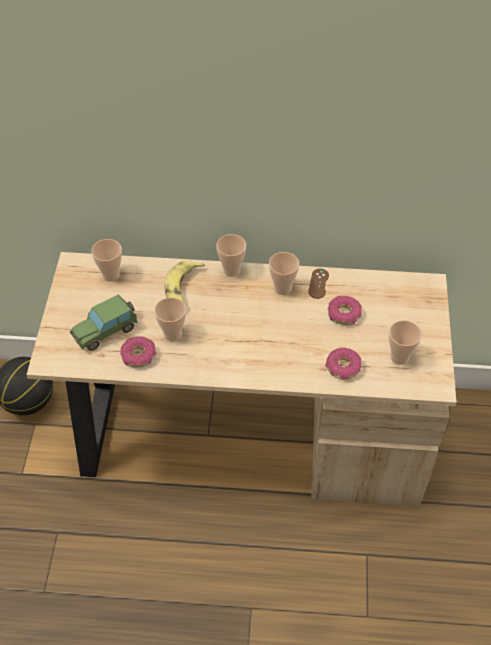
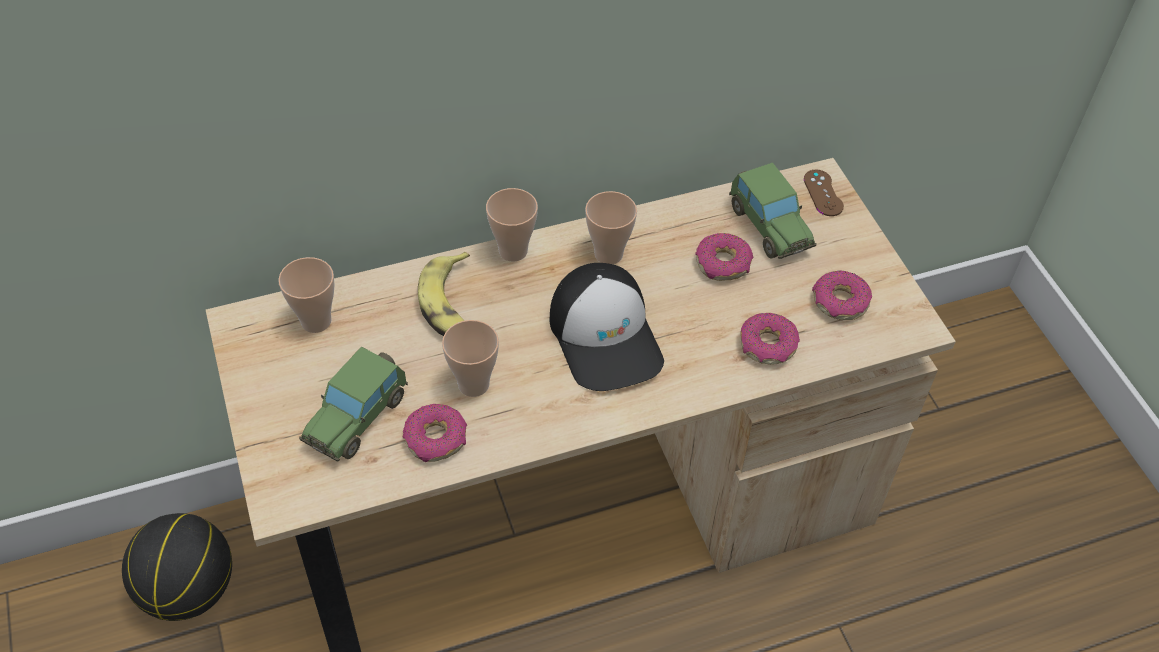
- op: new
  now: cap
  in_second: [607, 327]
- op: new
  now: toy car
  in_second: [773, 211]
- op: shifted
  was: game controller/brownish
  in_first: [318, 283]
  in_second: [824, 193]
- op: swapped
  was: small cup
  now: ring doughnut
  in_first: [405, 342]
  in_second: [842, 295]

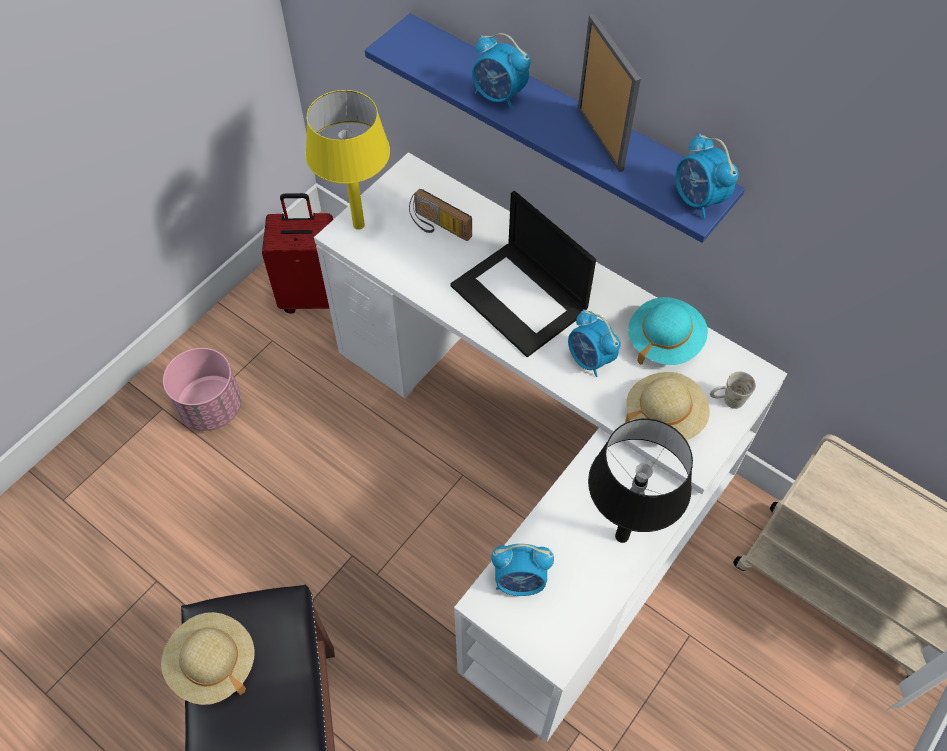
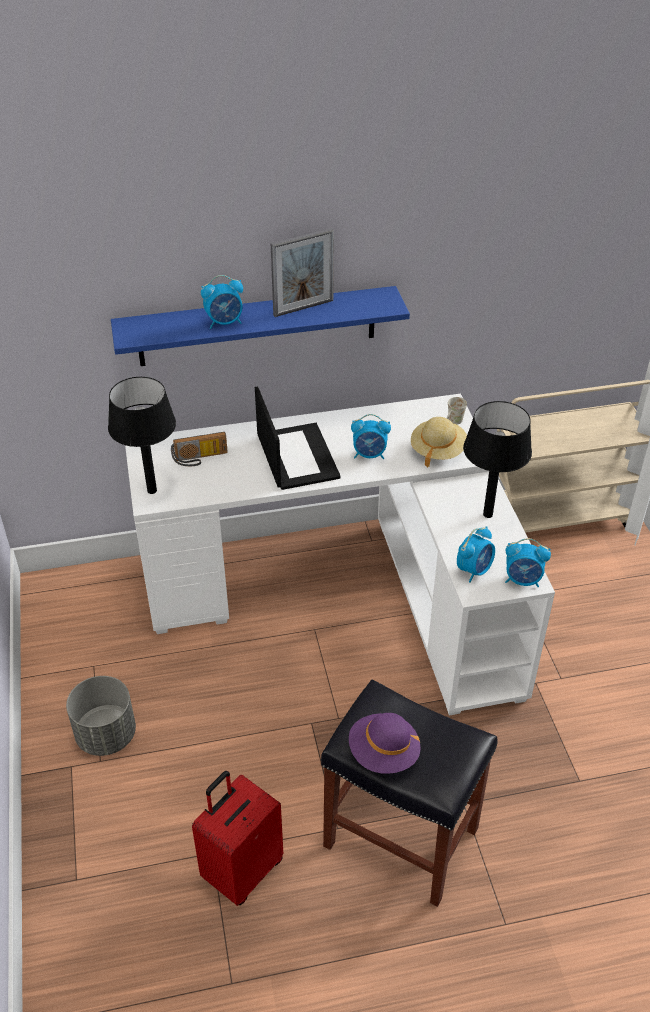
- op: gone
  was: wearable hat/turquoise
  in_first: [668, 331]
- op: shifted
  was: travel case/reddish
  in_first: [297, 253]
  in_second: [237, 838]
- op: shifted
  was: alarm clock
  in_first: [707, 176]
  in_second: [528, 562]
- op: repainted
  was: wearable hat/beige-coloured
  now: wearable hat/purple
  in_first: [208, 658]
  in_second: [385, 743]
- op: repainted
  was: planter/pink
  now: planter/gray
  in_first: [202, 389]
  in_second: [101, 716]
- op: repainted
  was: tabletop lamp/yellow-coloured
  now: tabletop lamp/black
  in_first: [347, 160]
  in_second: [142, 435]
- op: rotated
  was: notebook computer
  in_first: [523, 274]
  in_second: [298, 438]
  clockwise: -105
- op: rotated
  was: picture frame
  in_first: [609, 93]
  in_second: [302, 272]
  clockwise: 135

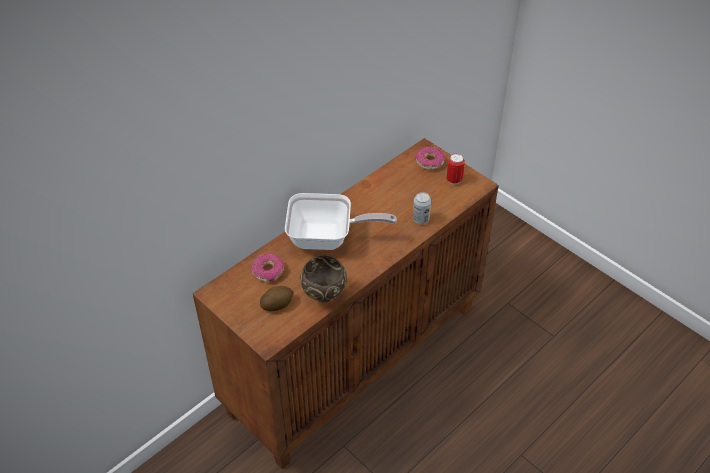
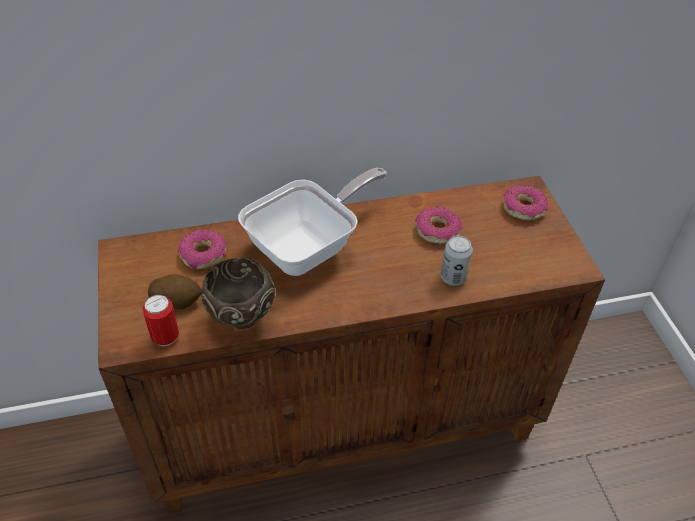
- op: new
  now: ring doughnut
  in_second: [439, 225]
- op: shifted
  was: metal can
  in_first: [456, 169]
  in_second: [160, 320]
- op: rotated
  was: frying pan
  in_first: [341, 221]
  in_second: [312, 222]
  clockwise: -75

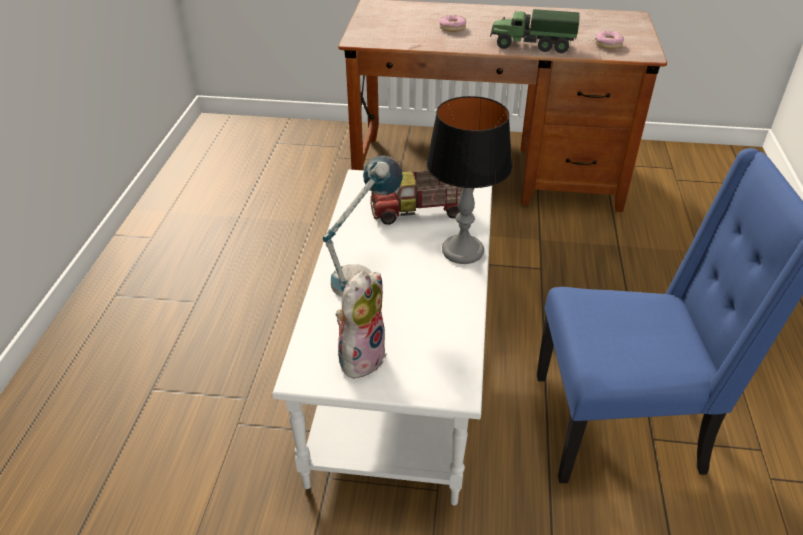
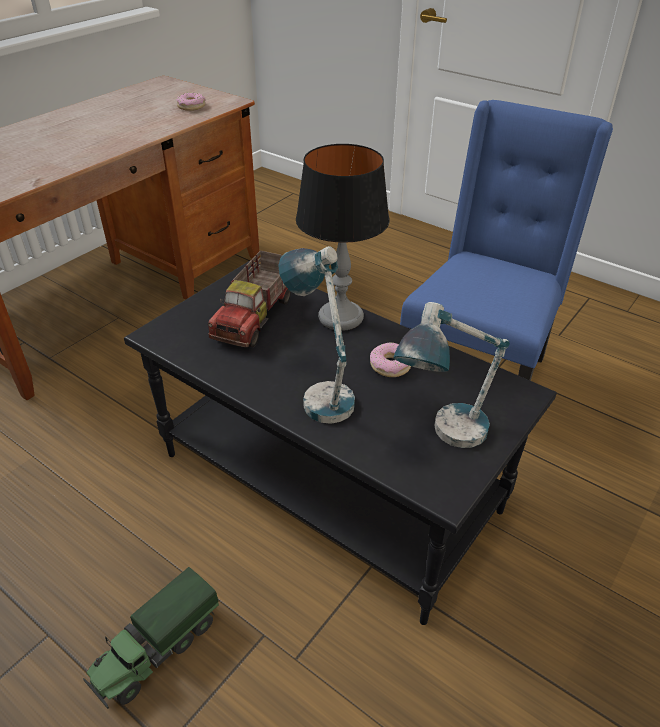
- op: shifted
  was: ring doughnut
  in_first: [453, 23]
  in_second: [390, 359]
- op: shifted
  was: toy lorry
  in_first: [535, 31]
  in_second: [151, 638]
- op: swapped
  was: plush toy
  now: tabletop lamp
  in_first: [361, 325]
  in_second: [452, 375]
- op: repainted
  was: lounge table/whitish
  now: lounge table/black
  in_first: [382, 338]
  in_second: [340, 442]

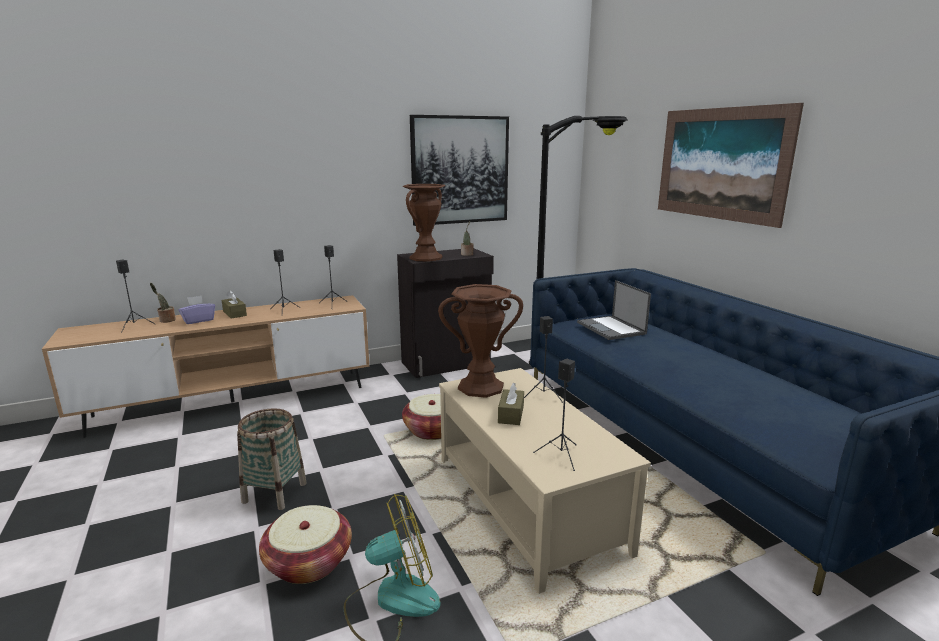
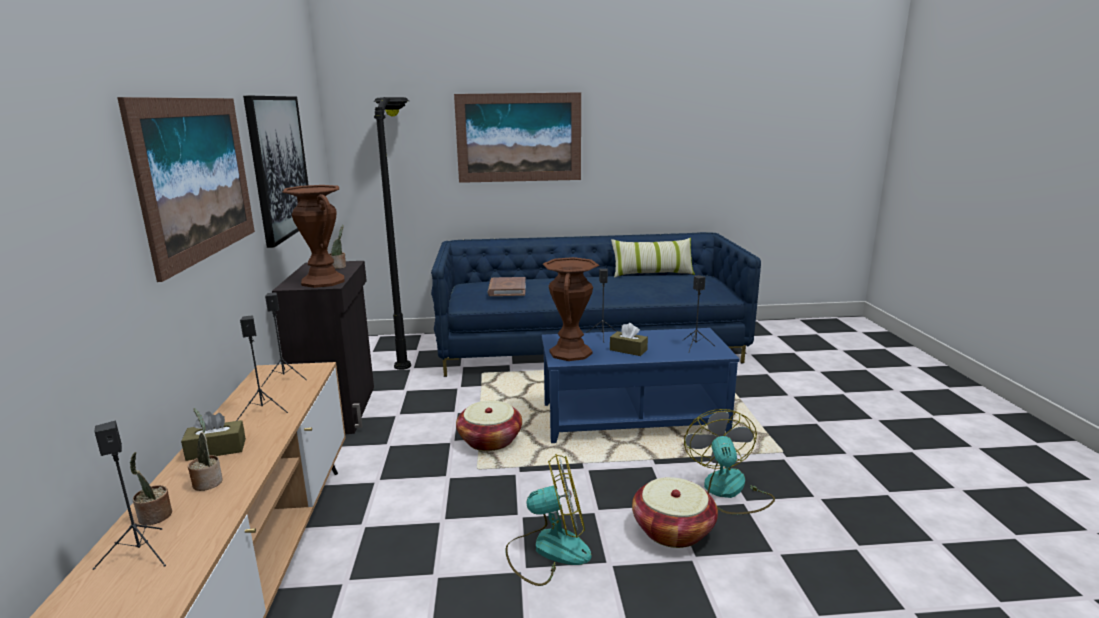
- op: new
  now: picture
  in_second: [186, 189]
- op: new
  now: throw pillow
  in_second: [653, 258]
- op: swapped
  was: box of tissues/purple
  now: houseplant
  in_first: [196, 310]
  in_second: [205, 449]
- op: swapped
  was: basket
  now: electric fan
  in_first: [272, 459]
  in_second: [548, 520]
- op: swapped
  was: notebook computer
  now: volume/brownish
  in_first: [614, 310]
  in_second: [506, 286]
- op: repainted
  was: lounge table/beige-coloured
  now: lounge table/blue
  in_first: [545, 481]
  in_second: [640, 385]

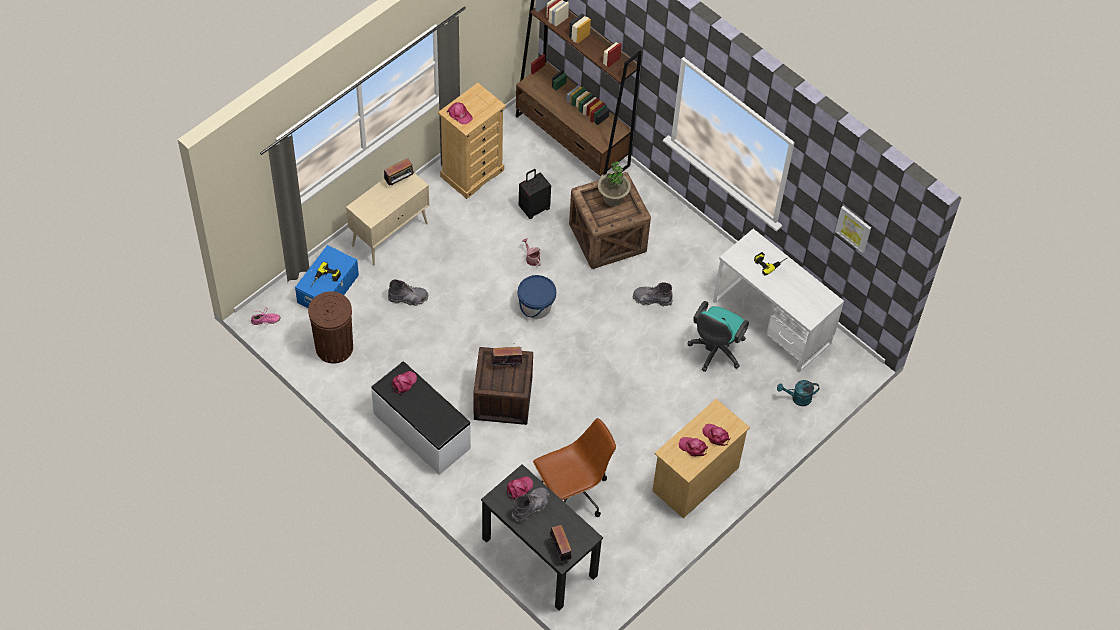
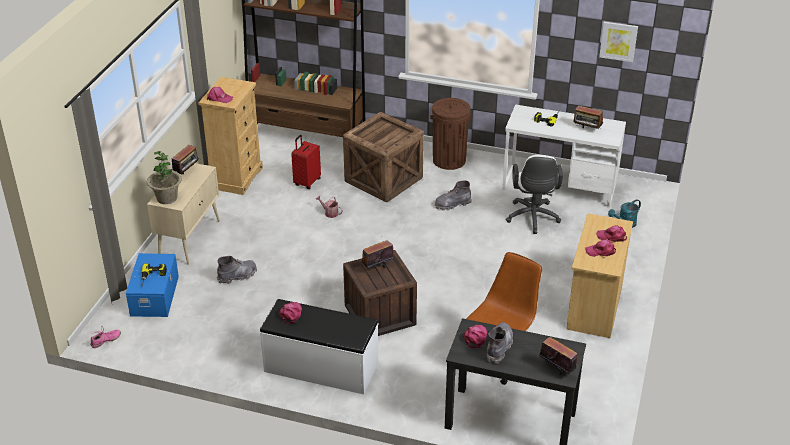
- op: gone
  was: water bucket/blue
  in_first: [537, 297]
- op: new
  now: radio receiver
  in_second: [588, 117]
- op: shifted
  was: rubbish bin/brownish
  in_first: [330, 327]
  in_second: [450, 134]
- op: shifted
  was: houseplant
  in_first: [614, 183]
  in_second: [164, 177]
- op: repainted
  was: travel case/black
  now: travel case/reddish
  in_first: [535, 194]
  in_second: [306, 162]
- op: repainted
  was: desk chair/turquoise
  now: desk chair/whitish
  in_first: [718, 336]
  in_second: [534, 194]

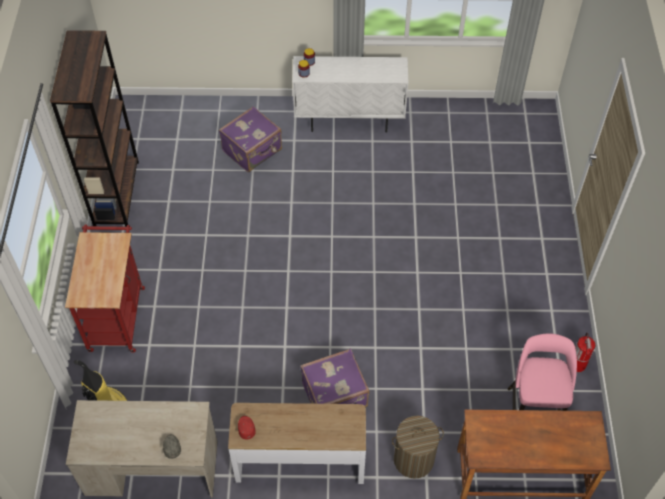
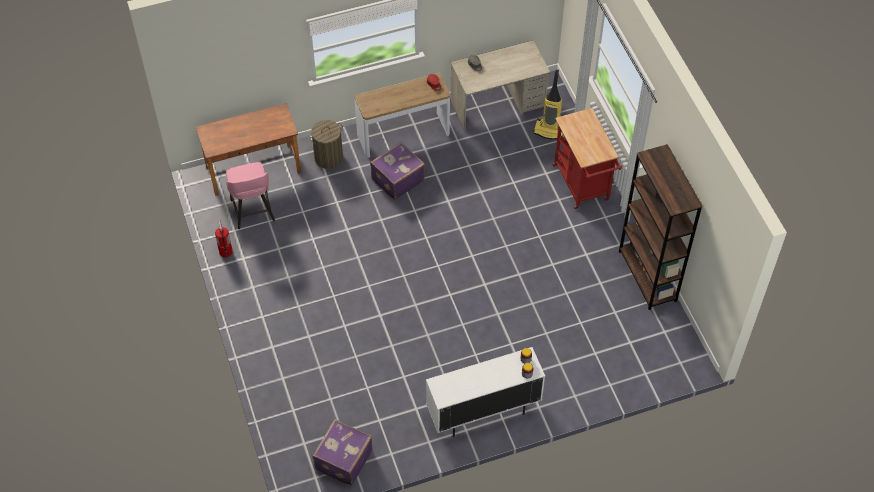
- op: shifted
  was: travel case/purple
  in_first: [250, 139]
  in_second: [342, 452]

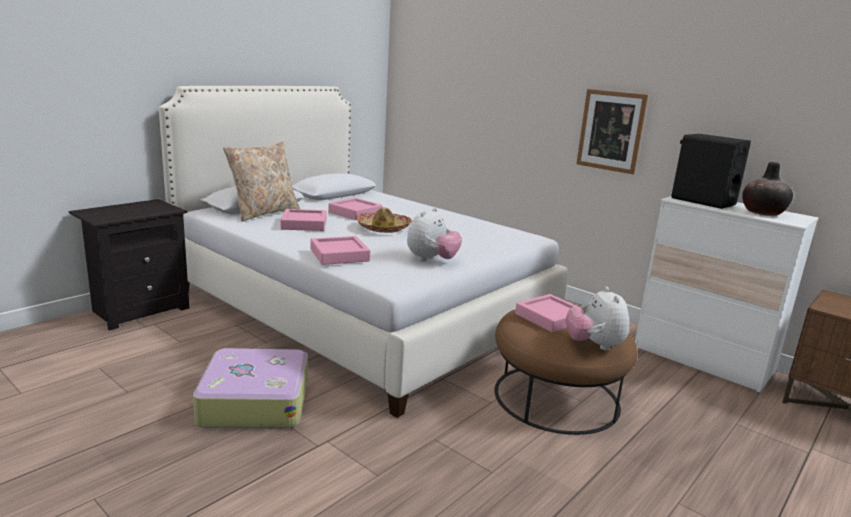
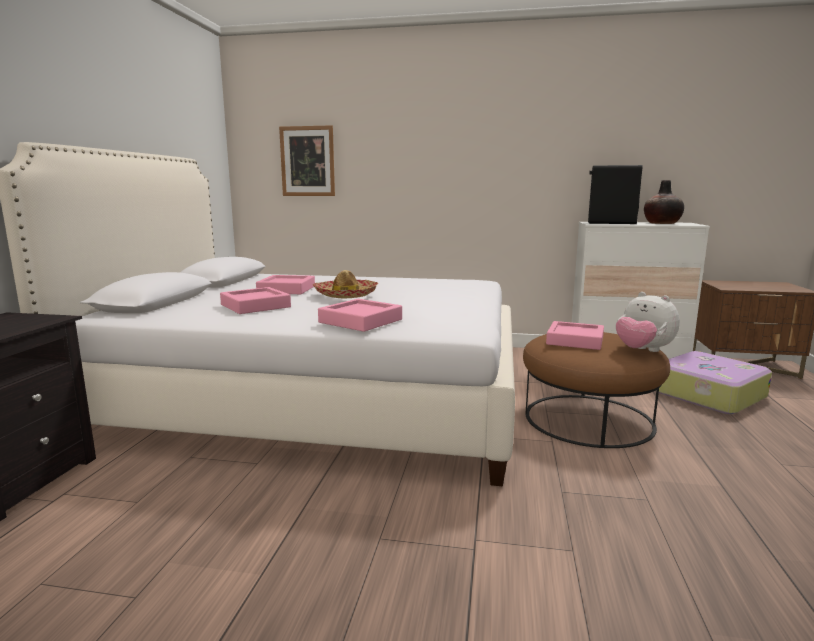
- op: gone
  was: throw pillow/beige-coloured
  in_first: [261, 181]
- op: gone
  was: plush toy
  in_first: [434, 234]
- op: shifted
  was: travel case
  in_first: [250, 388]
  in_second: [715, 382]
- op: shifted
  was: picture
  in_first: [612, 131]
  in_second: [307, 160]

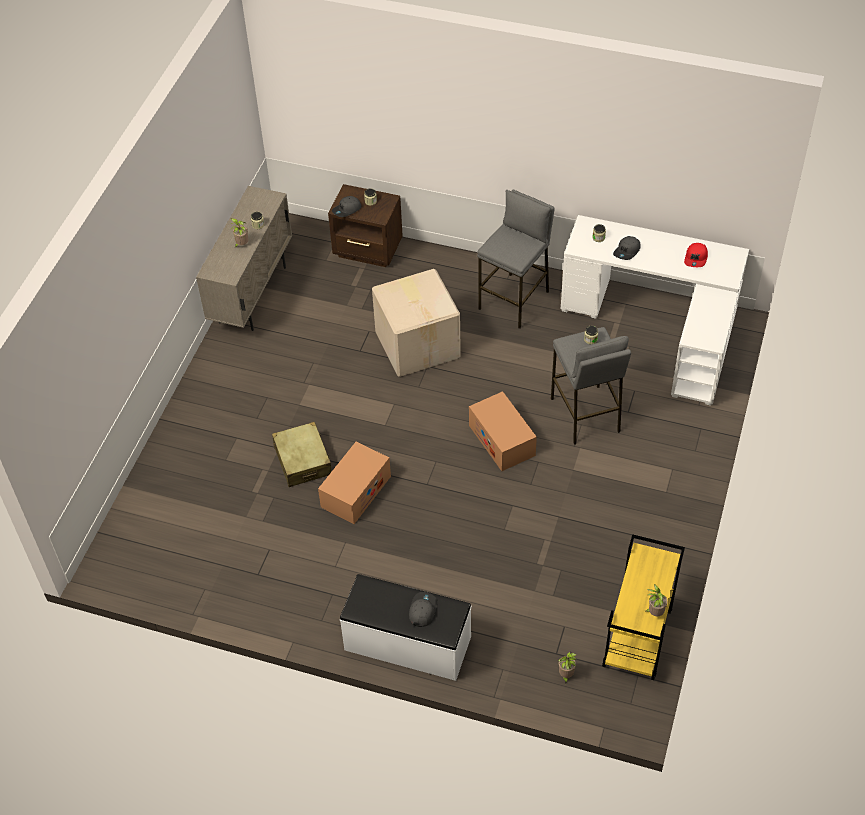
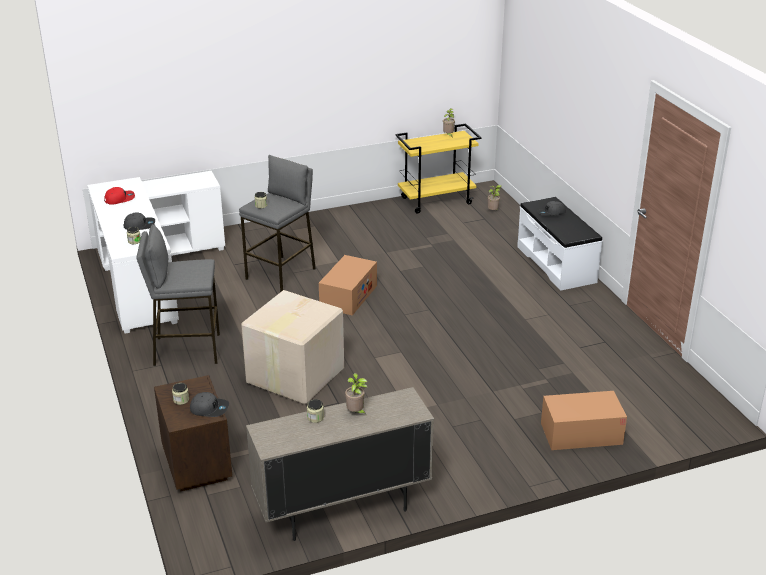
- op: gone
  was: travel case/beige-coloured
  in_first: [301, 454]
- op: shifted
  was: cardboard box
  in_first: [354, 483]
  in_second: [584, 420]

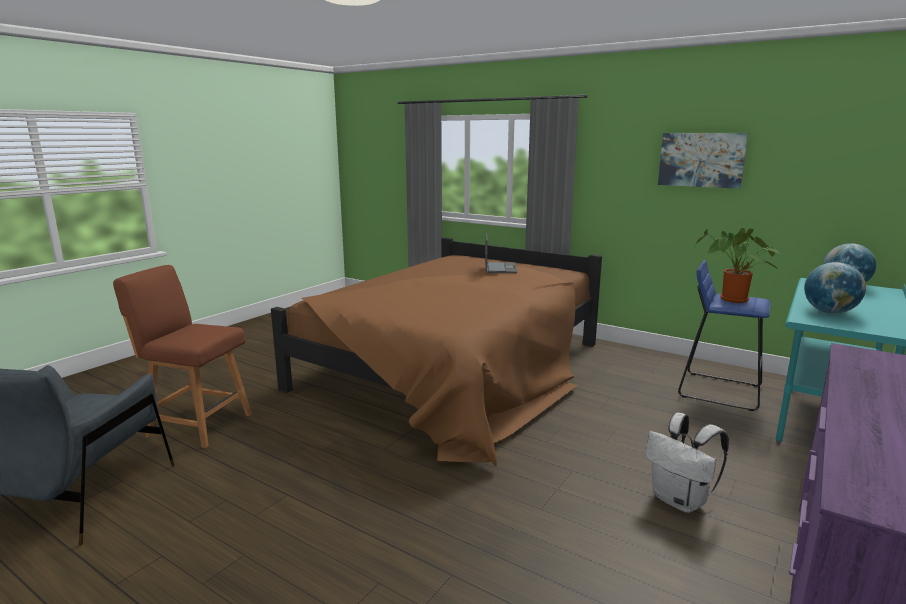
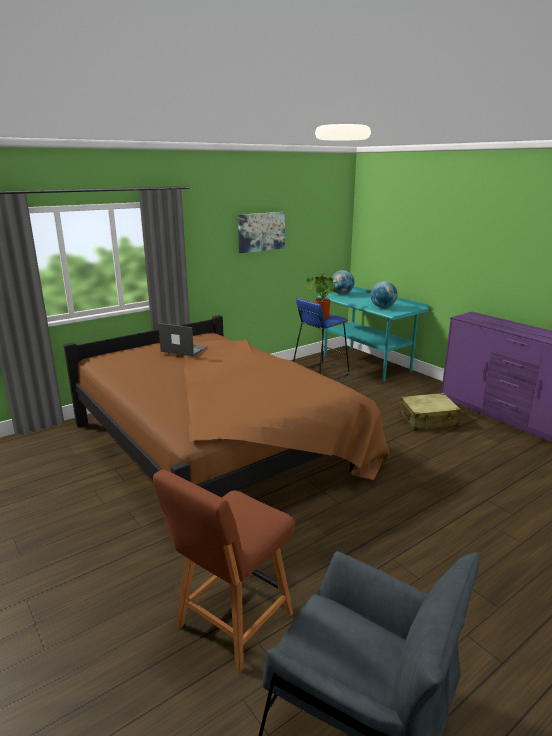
- op: swapped
  was: knapsack/whitish
  now: travel case/beige-coloured
  in_first: [687, 463]
  in_second: [430, 412]

